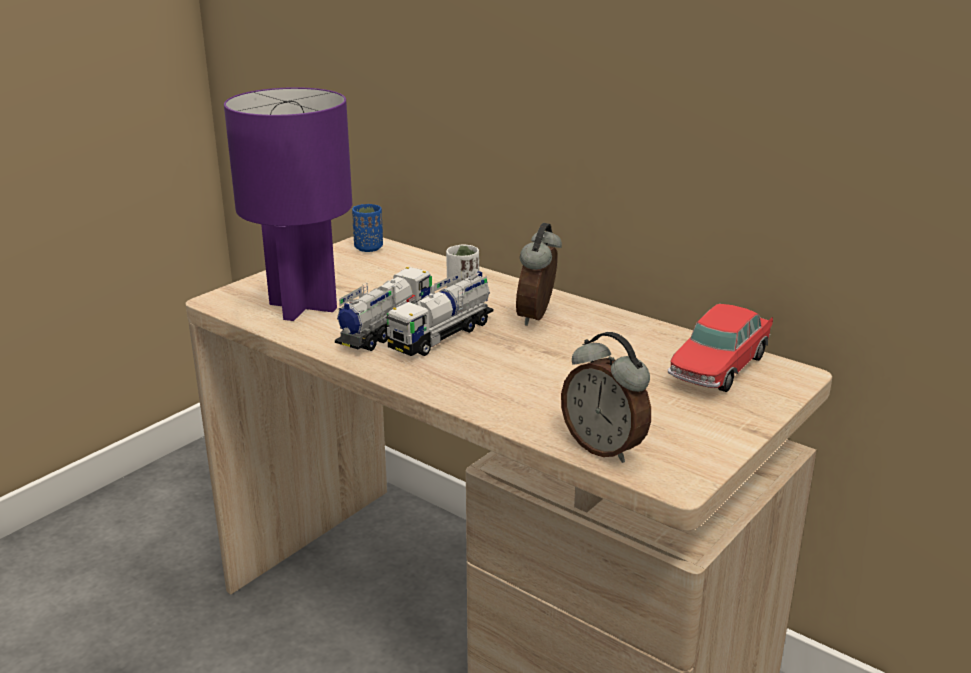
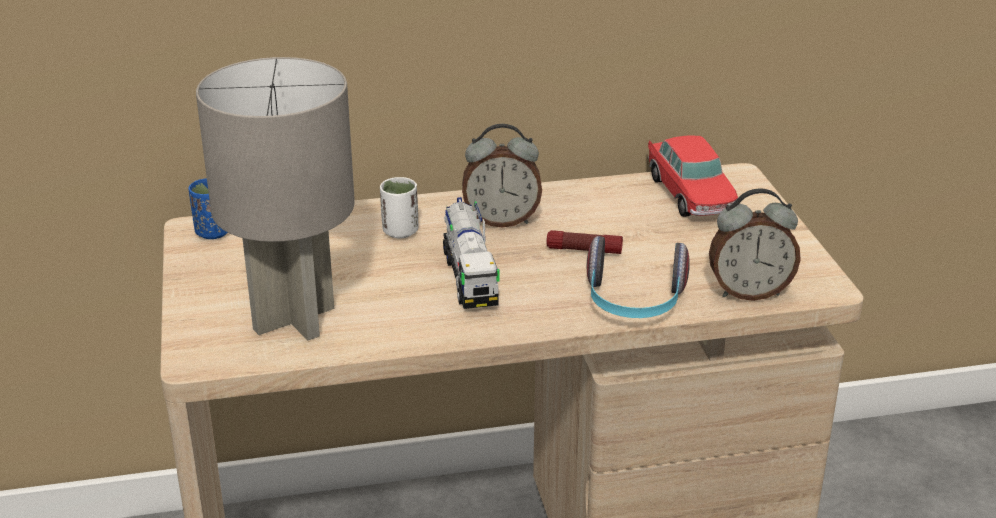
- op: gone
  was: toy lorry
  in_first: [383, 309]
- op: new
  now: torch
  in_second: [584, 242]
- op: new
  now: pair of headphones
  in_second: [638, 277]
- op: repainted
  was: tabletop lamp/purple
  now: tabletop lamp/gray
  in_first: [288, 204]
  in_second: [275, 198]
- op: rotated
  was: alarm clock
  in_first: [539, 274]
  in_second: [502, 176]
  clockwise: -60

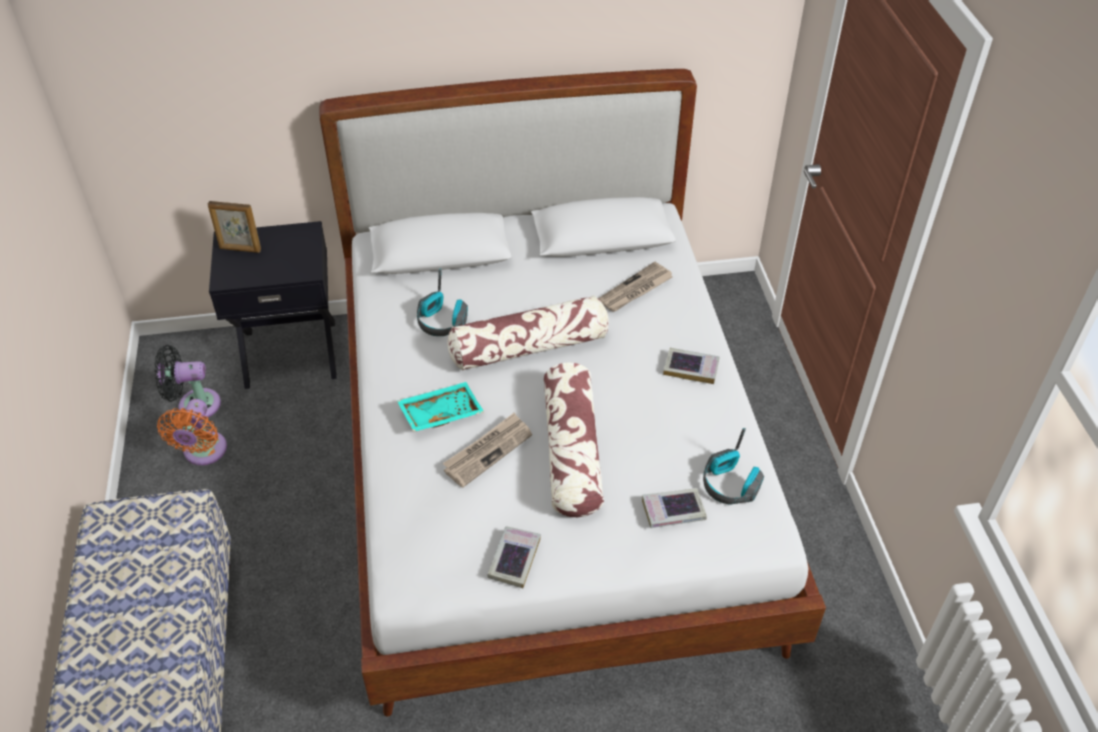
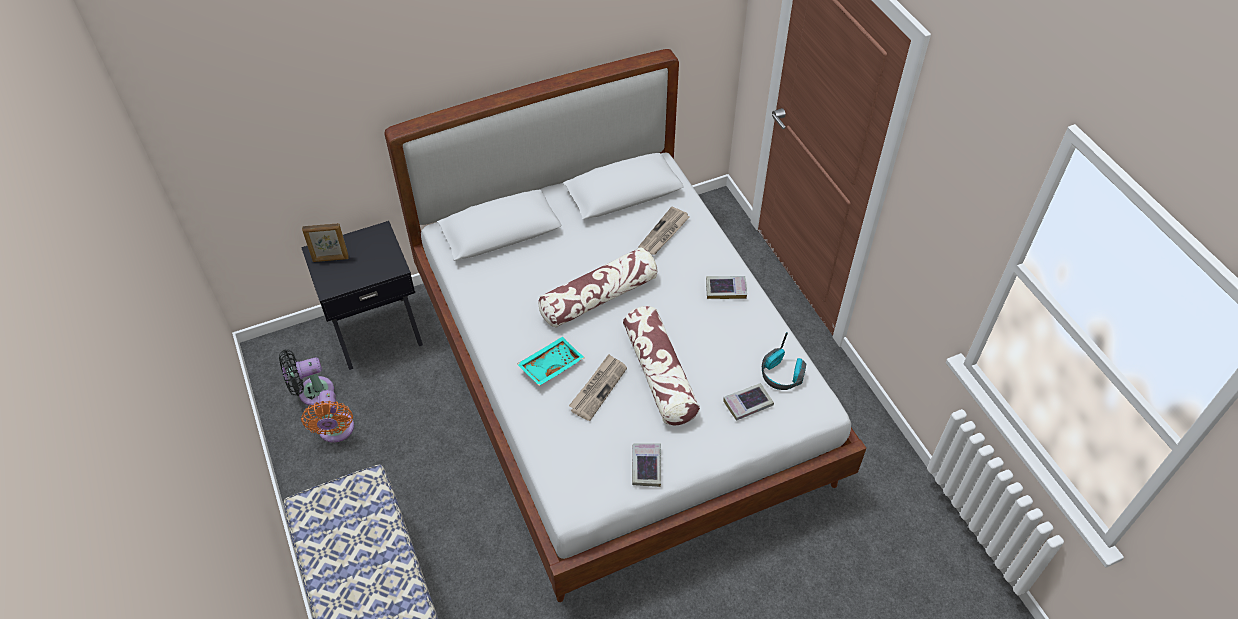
- op: gone
  was: pair of headphones
  in_first: [442, 302]

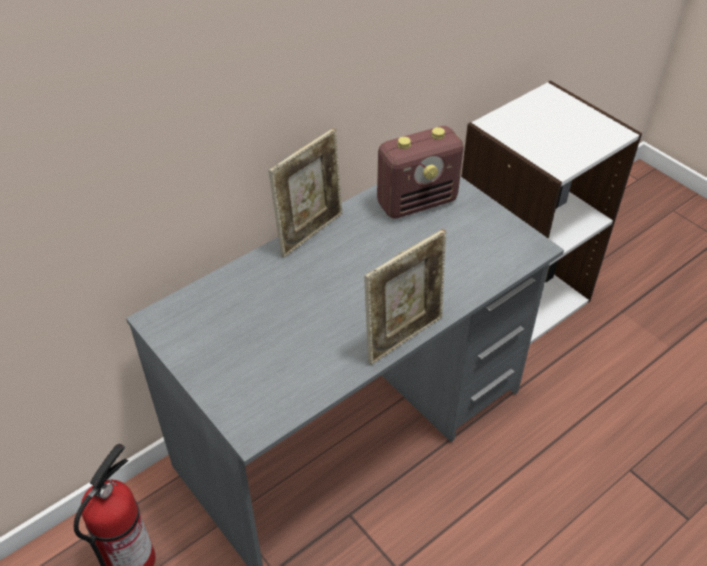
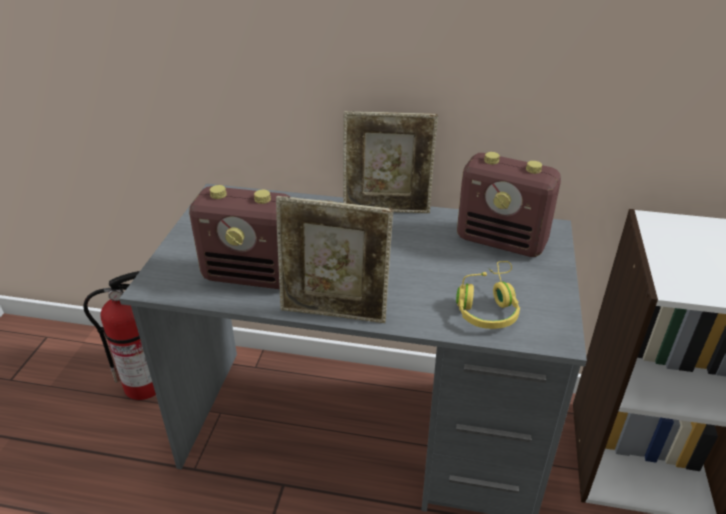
- op: new
  now: radio receiver
  in_second: [239, 237]
- op: new
  now: pair of headphones/yellow-coloured
  in_second: [488, 295]

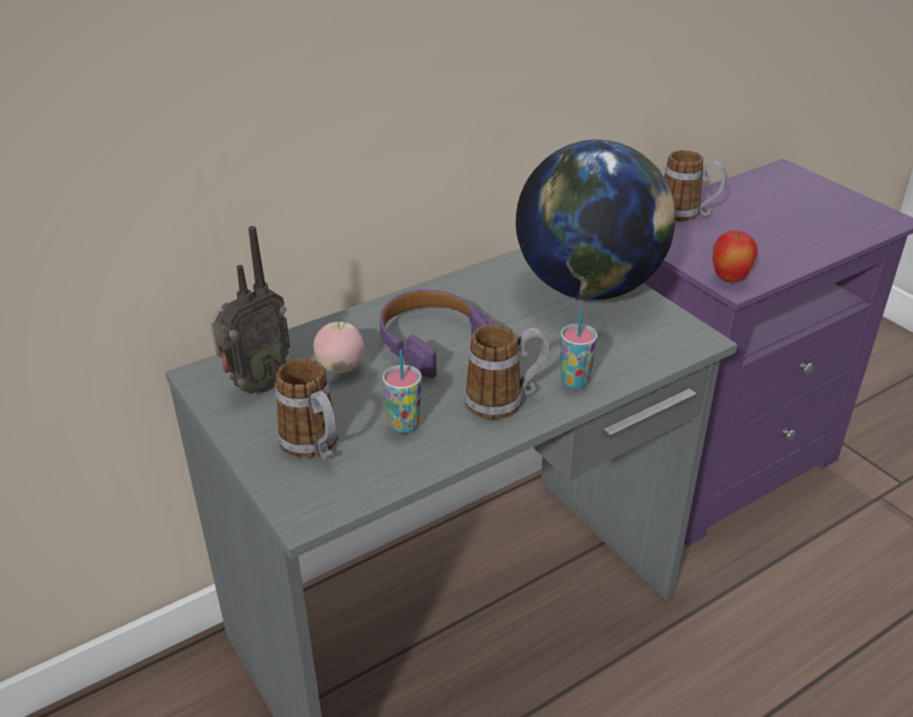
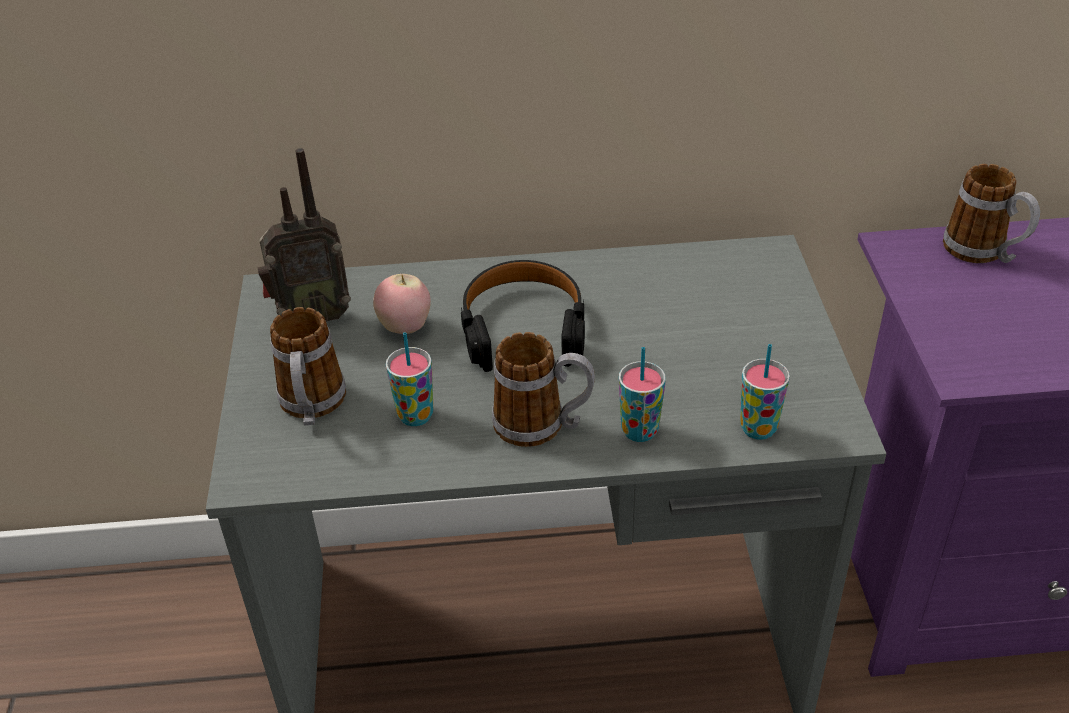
- op: gone
  was: globe
  in_first: [596, 219]
- op: gone
  was: apple
  in_first: [735, 256]
- op: new
  now: small cup
  in_second: [765, 392]
- op: repainted
  was: pair of headphones/purple
  now: pair of headphones/black
  in_first: [437, 334]
  in_second: [523, 316]

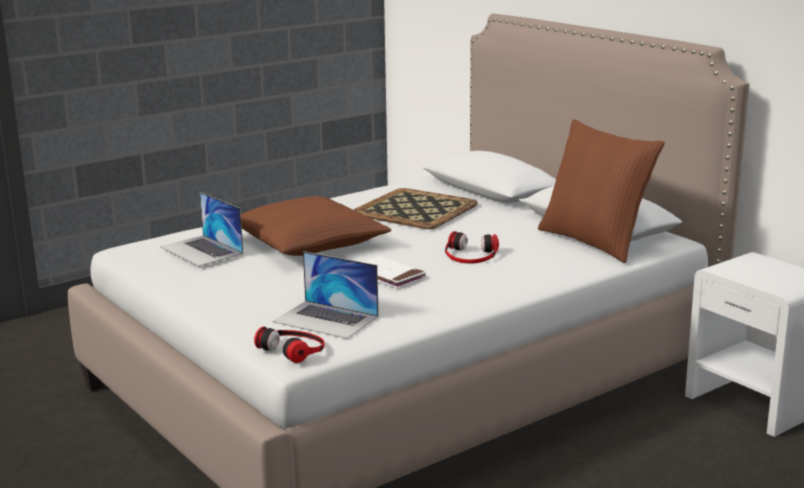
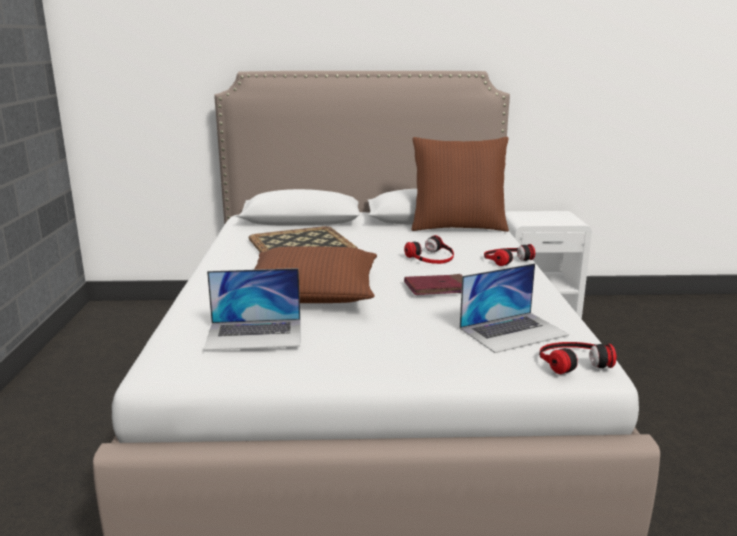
- op: new
  now: pair of headphones
  in_second: [509, 255]
- op: repainted
  was: volume/whitish
  now: volume/reddish
  in_first: [394, 272]
  in_second: [433, 284]

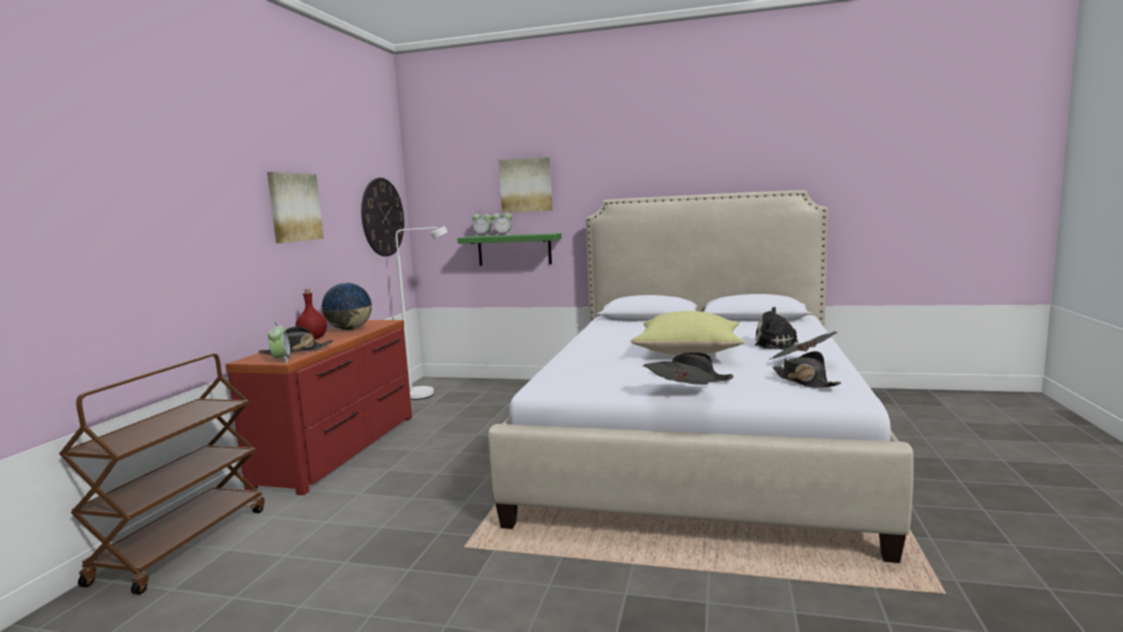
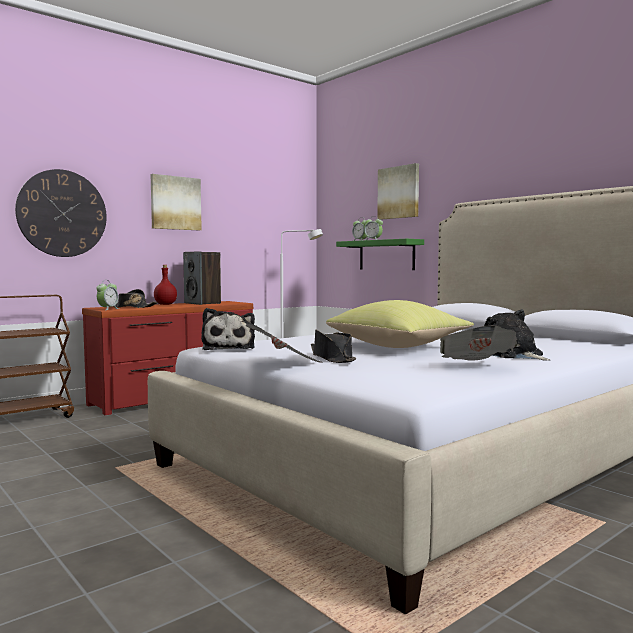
- op: gone
  was: wearable hat/black
  in_first: [806, 369]
- op: new
  now: plush toy
  in_second: [228, 329]
- op: shifted
  was: clock on the wall
  in_first: [382, 217]
  in_second: [61, 213]
- op: swapped
  was: globe
  now: loudspeaker
  in_first: [347, 306]
  in_second: [202, 278]

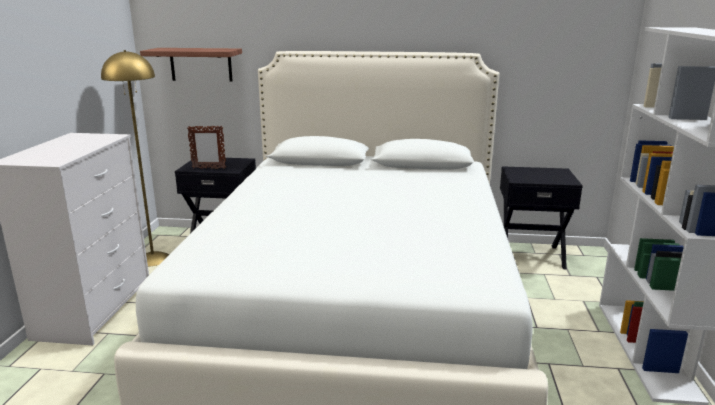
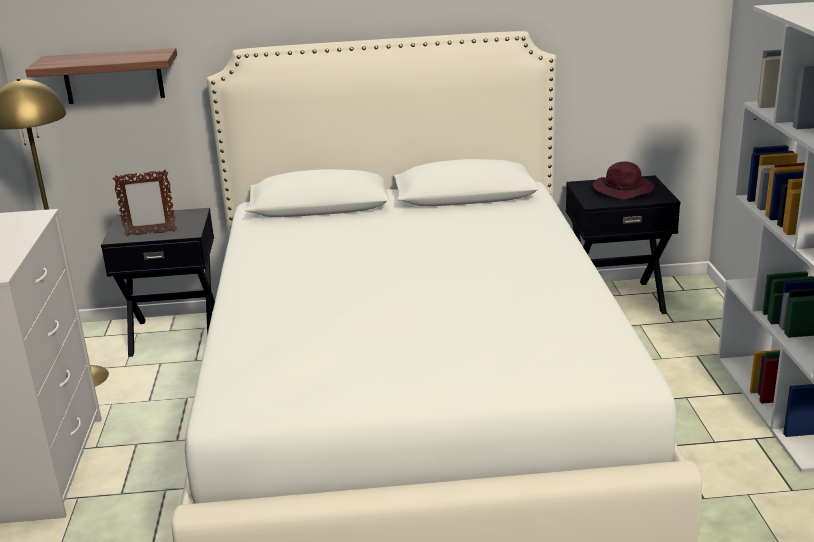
- op: new
  now: wearable hat/purple
  in_second: [623, 180]

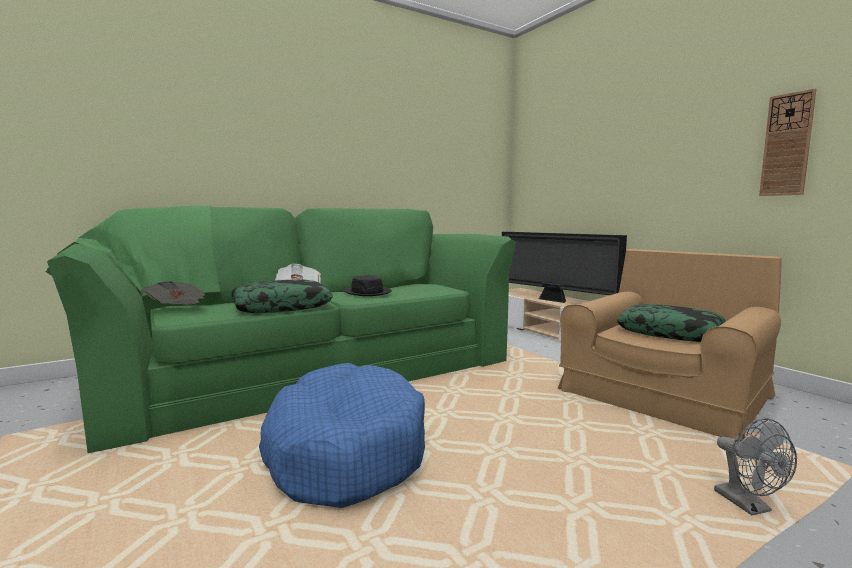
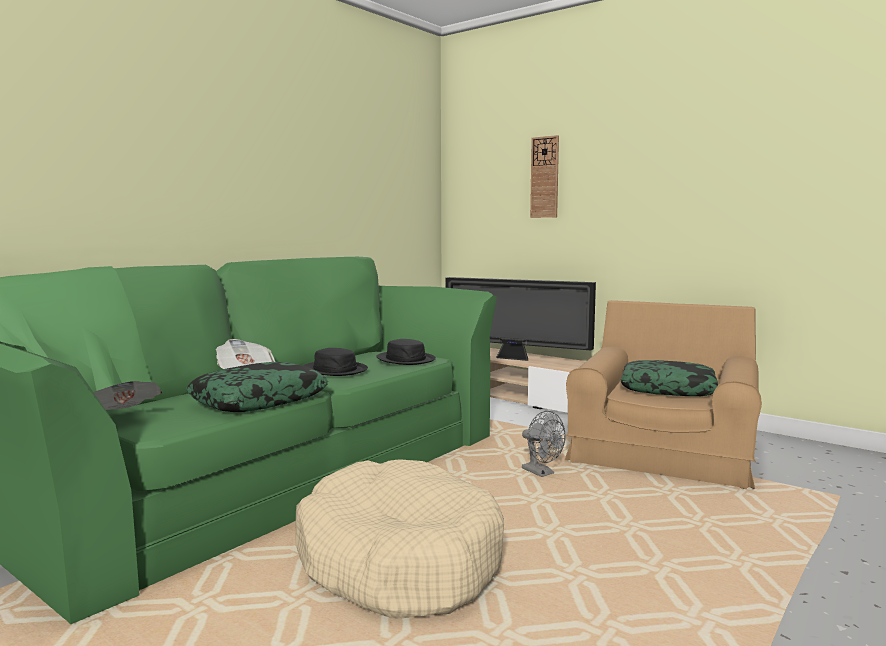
- op: new
  now: wearable hat/black
  in_second: [406, 352]
- op: shifted
  was: electric fan/gray
  in_first: [755, 466]
  in_second: [544, 444]
- op: shifted
  was: clock on the wall
  in_first: [787, 142]
  in_second: [544, 176]
- op: repainted
  was: pet bed/blue
  now: pet bed/beige-coloured
  in_first: [342, 435]
  in_second: [400, 539]

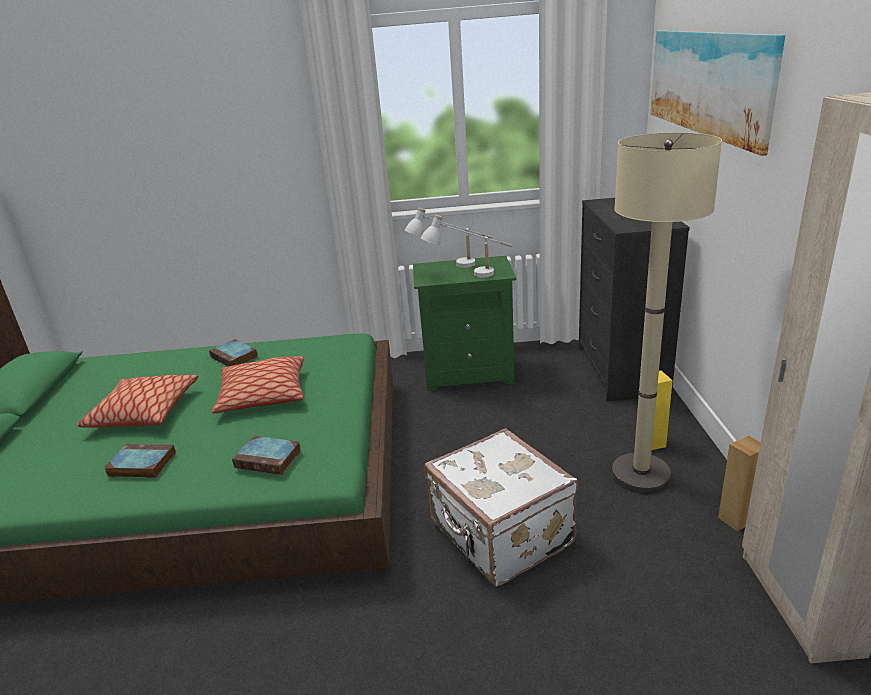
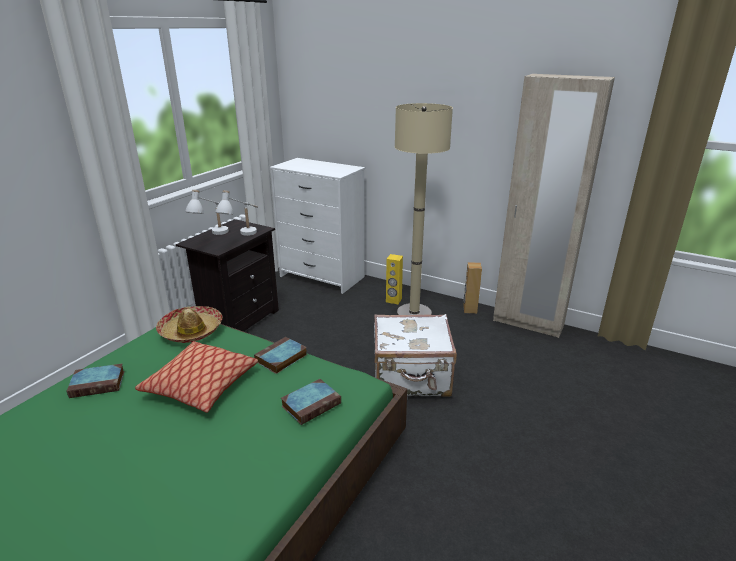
- op: gone
  was: throw pillow
  in_first: [137, 401]
- op: gone
  was: picture
  in_first: [718, 93]
- op: new
  now: wearable hat
  in_second: [189, 324]
- op: shifted
  was: volume
  in_first: [140, 461]
  in_second: [280, 355]
- op: repainted
  was: bedside table/green
  now: bedside table/black
  in_first: [464, 323]
  in_second: [227, 275]
- op: repainted
  was: dresser/black
  now: dresser/whitish
  in_first: [634, 299]
  in_second: [317, 226]

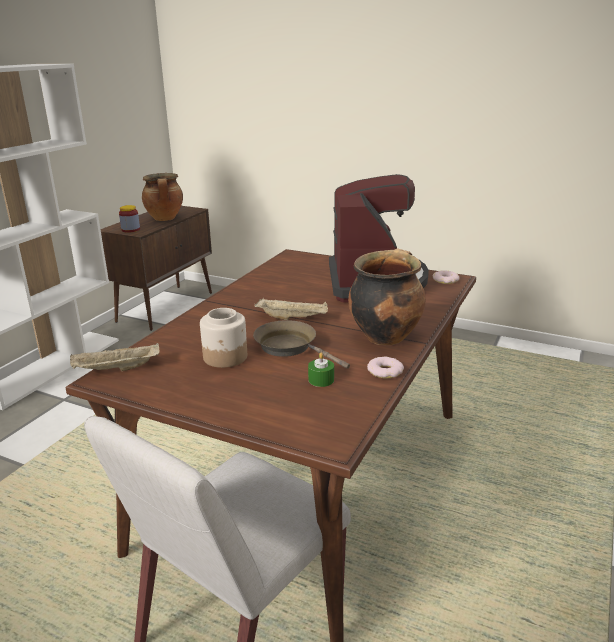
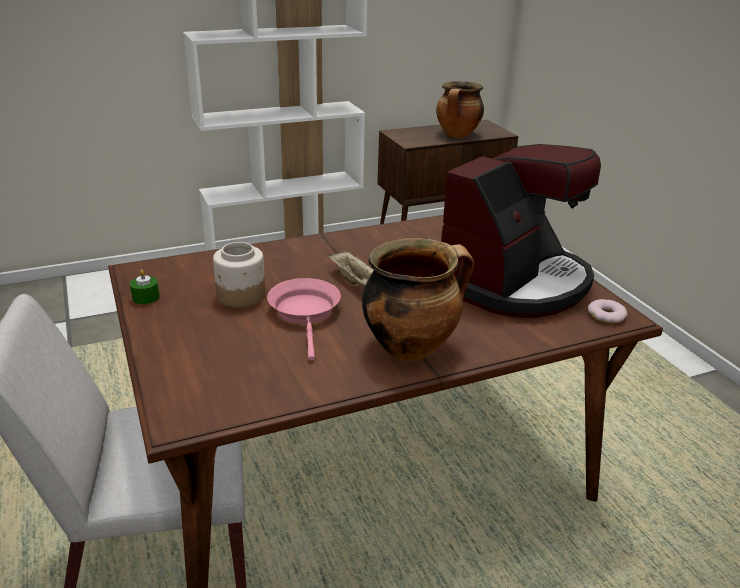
- op: gone
  was: serving tray/beige-coloured
  in_first: [115, 357]
- op: gone
  was: preserve jar
  in_first: [129, 218]
- op: gone
  was: ring doughnut
  in_first: [385, 367]
- op: shifted
  was: wax light/green
  in_first: [321, 370]
  in_second: [145, 286]
- op: repainted
  was: frying pan/brownish
  now: frying pan/pink
  in_first: [301, 344]
  in_second: [304, 319]

